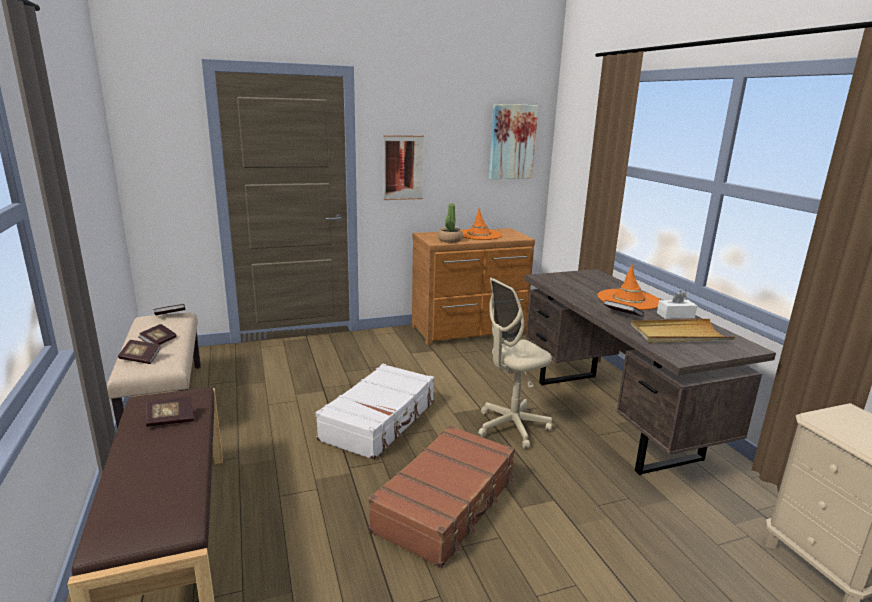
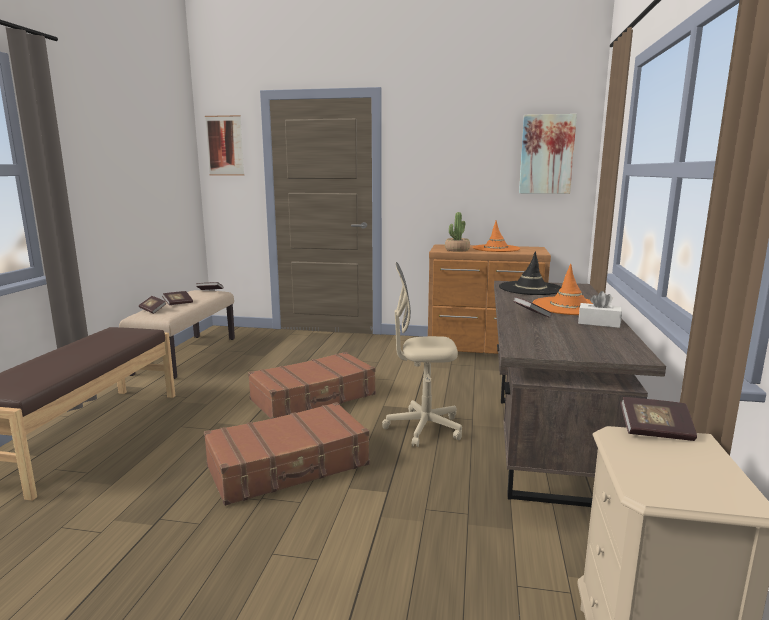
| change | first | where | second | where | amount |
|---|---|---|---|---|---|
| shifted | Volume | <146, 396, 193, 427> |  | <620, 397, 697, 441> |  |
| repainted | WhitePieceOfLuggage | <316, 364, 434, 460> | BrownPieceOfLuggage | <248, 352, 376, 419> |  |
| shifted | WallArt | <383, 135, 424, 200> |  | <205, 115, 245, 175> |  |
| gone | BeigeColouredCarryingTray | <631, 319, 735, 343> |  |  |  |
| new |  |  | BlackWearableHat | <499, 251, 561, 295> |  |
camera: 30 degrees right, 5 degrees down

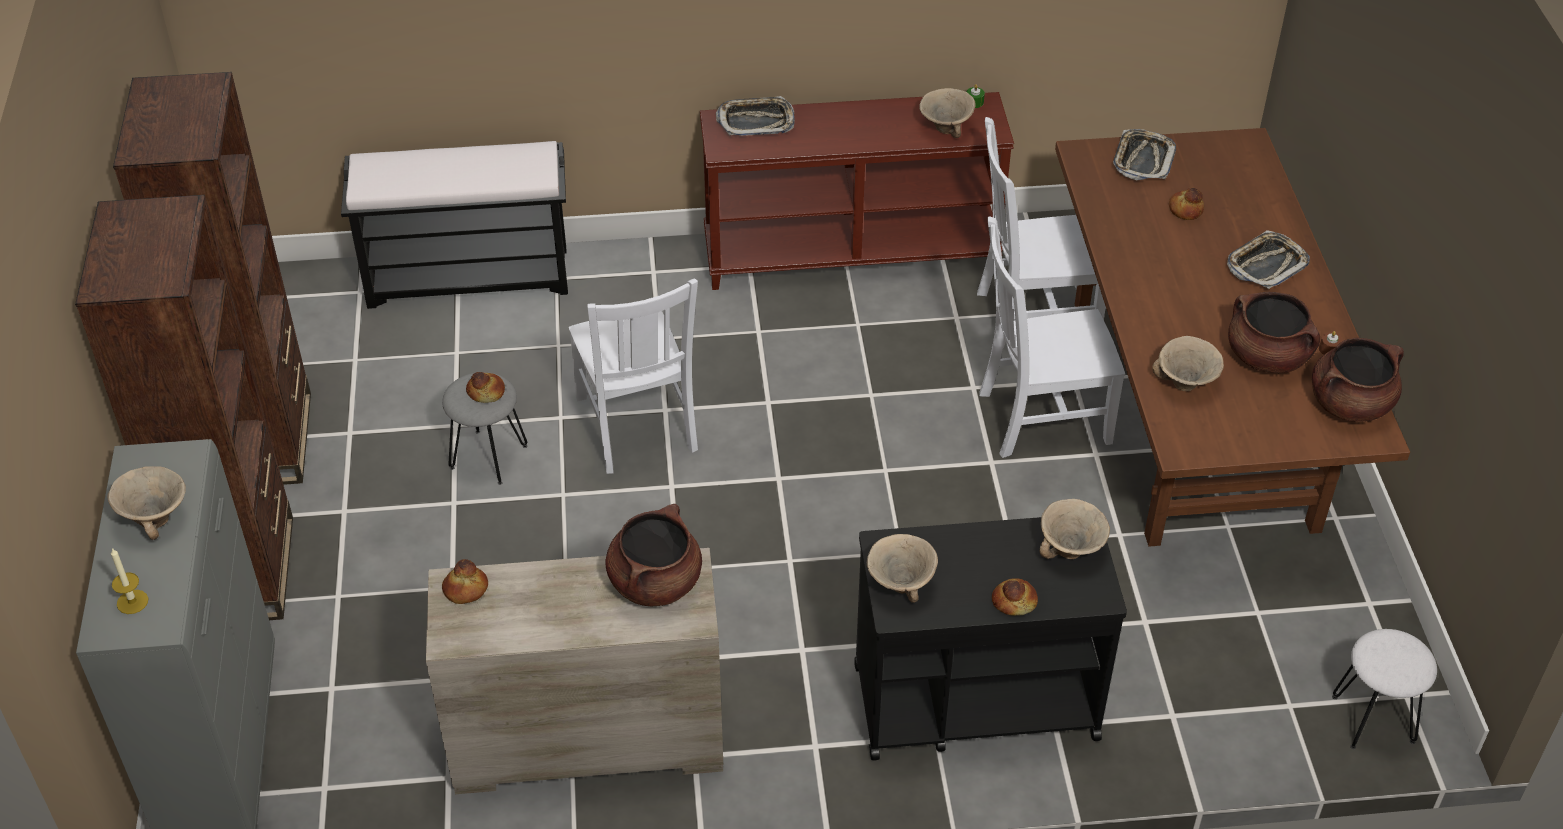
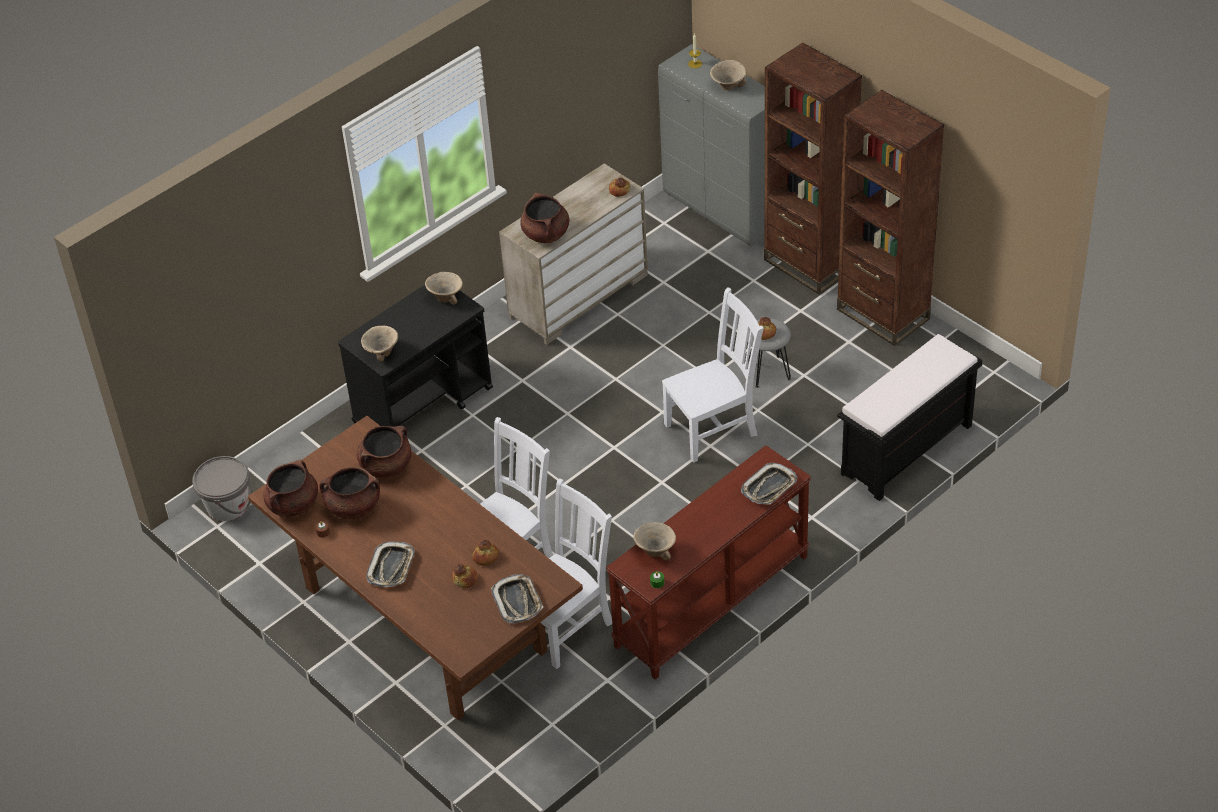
| change | first | where | second | where | amount |
|---|---|---|---|---|---|
| rotated | WhitePlainChair | <568, 279, 698, 474> |  | <662, 287, 764, 462> | 120 degrees clockwise |
| shifted | BakeryBread | <992, 578, 1038, 616> |  | <472, 540, 498, 566> |  |
| swapped | BeigeColouredBowl | <1152, 336, 1224, 391> | BrownStockpot | <357, 426, 412, 479> |  |
| swapped | WhiteStool | <1332, 629, 1437, 749> | GreyishWaterBucket | <192, 456, 251, 521> |  |
camera: 145 degrees right, 0 degrees up

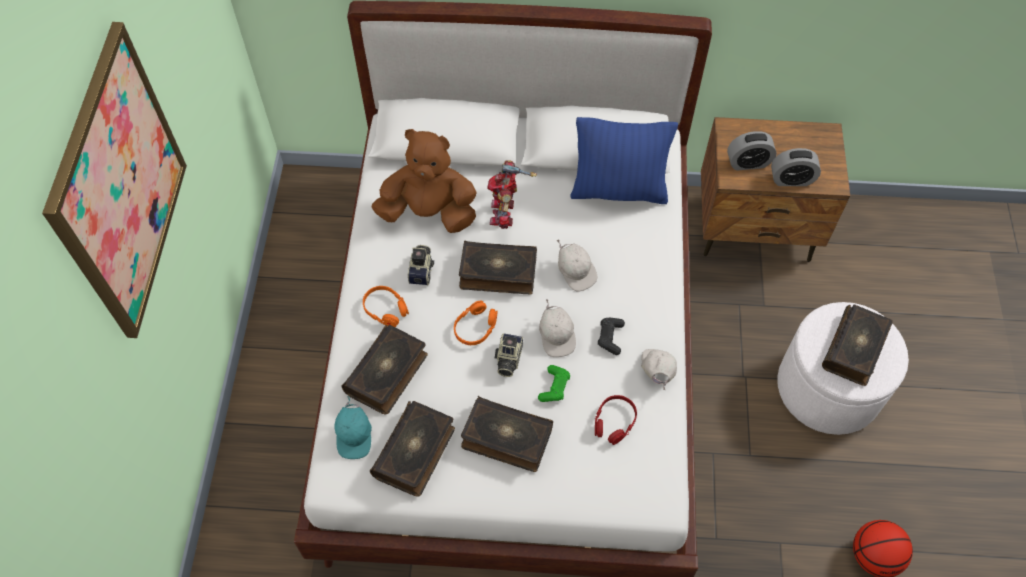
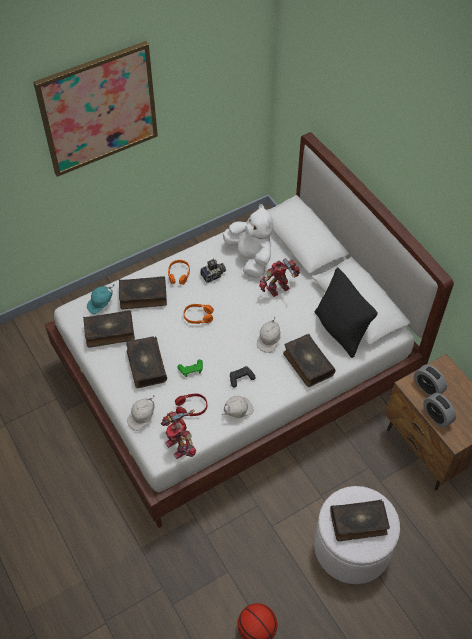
| change | first | where | second | where | amount |
|---|---|---|---|---|---|
| repainted | BrownSoftToy | <371, 129, 477, 233> | WhiteSoftToy | <223, 203, 274, 278> |  |
| shifted | Volume | <459, 241, 537, 294> |  | <283, 334, 336, 387> |  |
| gone | PhotoCamera | <495, 333, 523, 377> |  |  |  |
| shifted | WhiteBaseballCap | <539, 299, 576, 357> |  | <127, 395, 154, 431> |  |
| repainted | BlueColouredPillow | <570, 117, 678, 204> | BlackPillow | <314, 268, 378, 358> |  |
| new |  |  | RobotFigure | <161, 410, 196, 459> |  |
camera: 55 degrees right, 5 degrees down

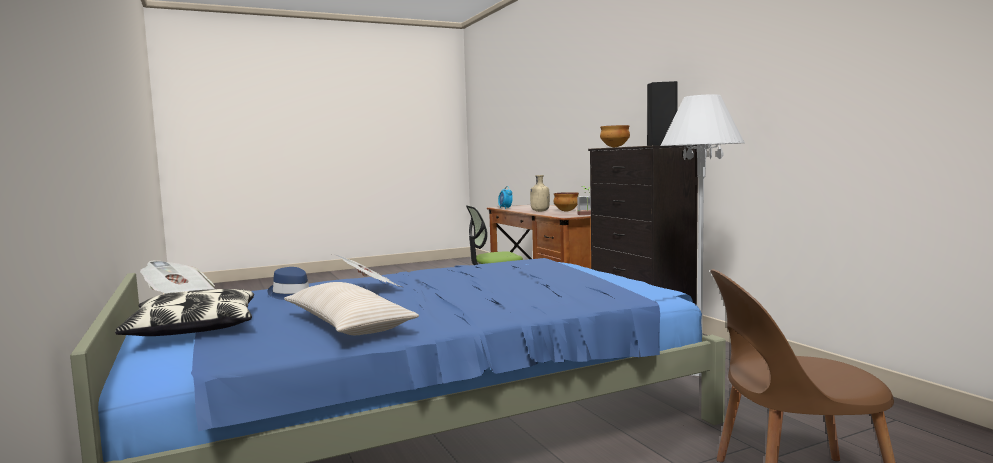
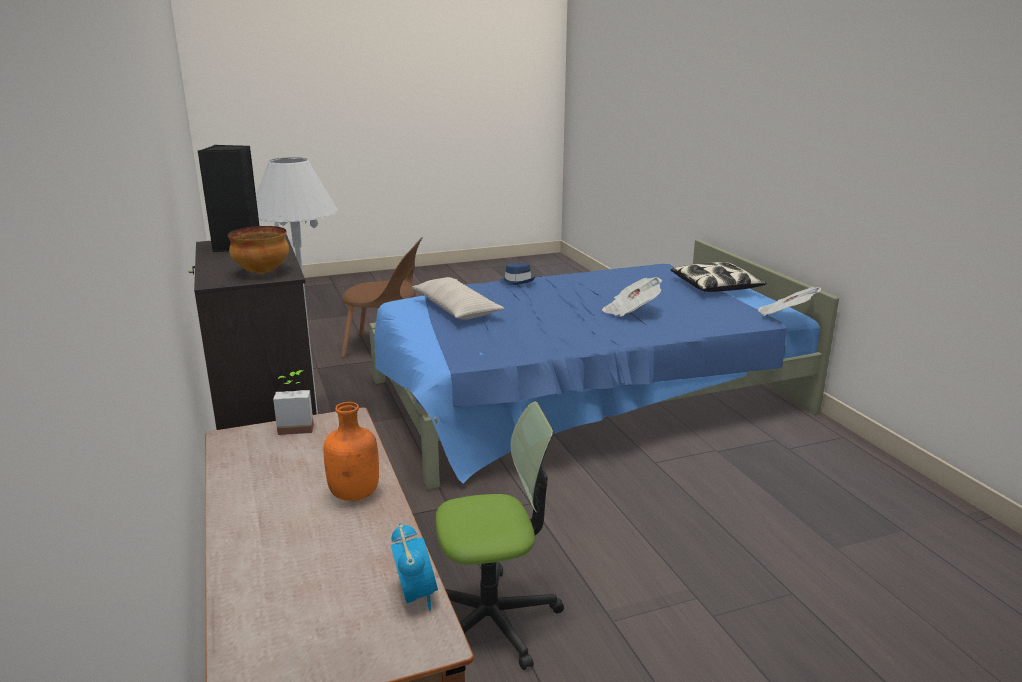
| change | first | where | second | where | amount |
|---|---|---|---|---|---|
| shifted | BlueColouredWearableHat | <267, 267, 309, 300> |  | <500, 263, 535, 285> |  |
| shifted | BeigeColouredPillow | <284, 282, 419, 335> |  | <412, 277, 504, 320> |  |
| repainted | BeigeColouredDrinkBottle | <530, 175, 550, 212> | OrangeDrinkBottle | <324, 402, 379, 501> |  |
| gone | Bowl | <554, 192, 579, 212> |  |  |  |
camera: 175 degrees left, 15 degrees up

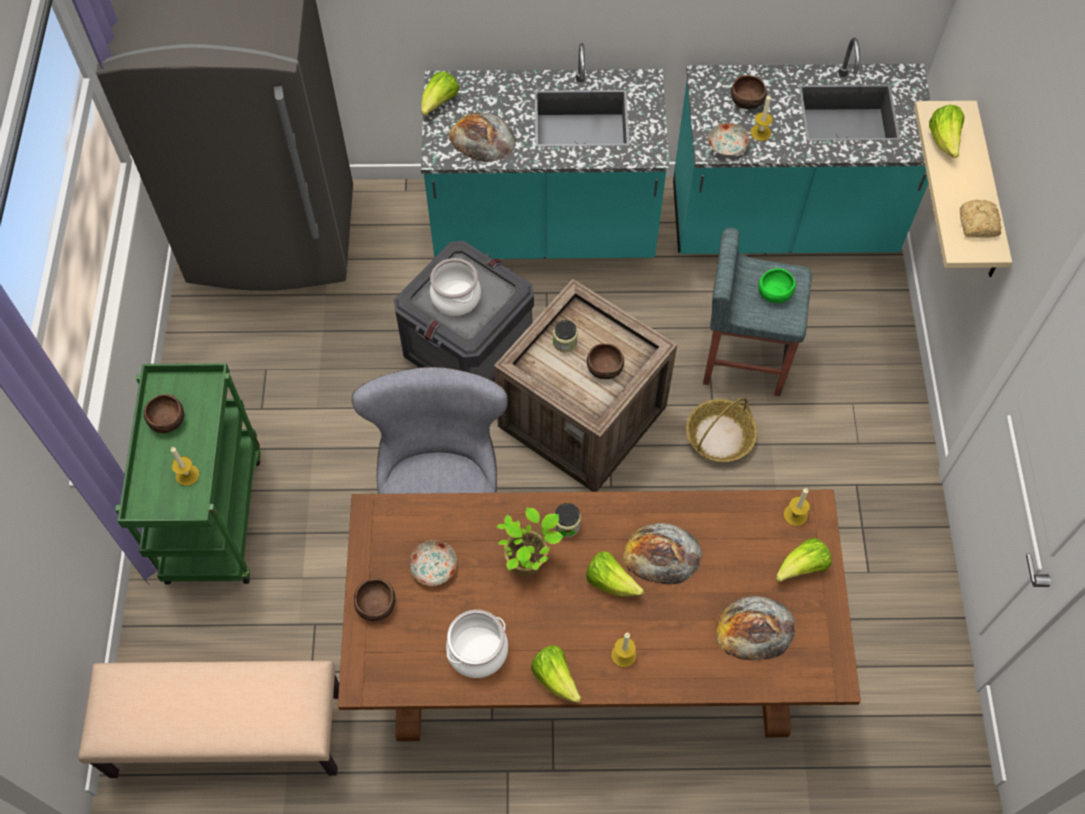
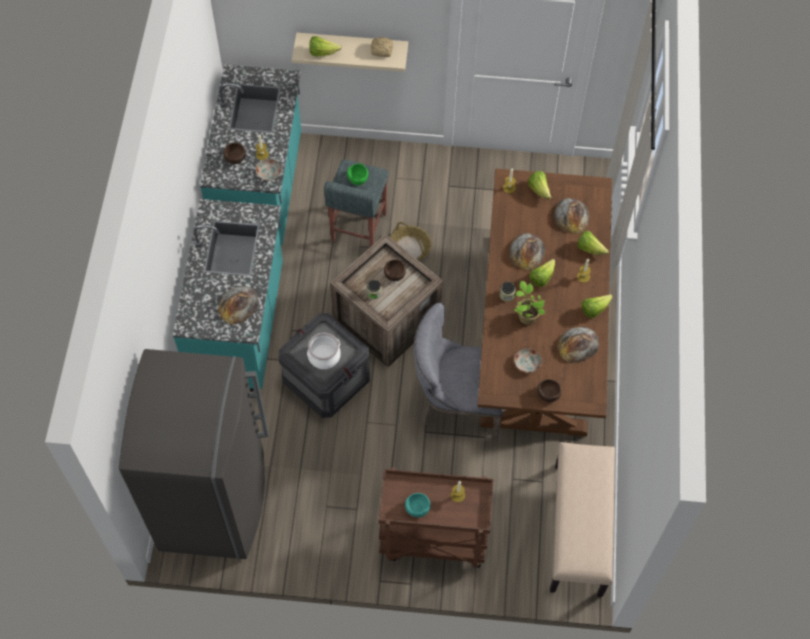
| change | first | where | second | where | amount |
|---|---|---|---|---|---|
| repainted | GreenishTrolley | <115, 363, 260, 584> | BrownTrolley | <379, 468, 494, 568> |  |
| repainted | BrownBowl | <144, 394, 184, 433> | TurquoiseBowl | <405, 493, 430, 518> |  |
| shifted | LettuceHead | <421, 71, 459, 116> |  | <577, 231, 609, 255> |  |
| swapped | Stockpot | <446, 610, 508, 678> | BakeryBread | <557, 327, 599, 363> |  |
camera: 85 degrees left, 0 degrees up

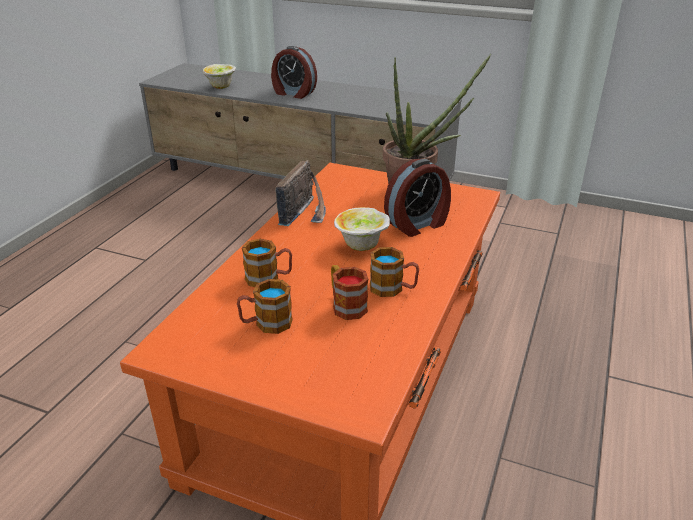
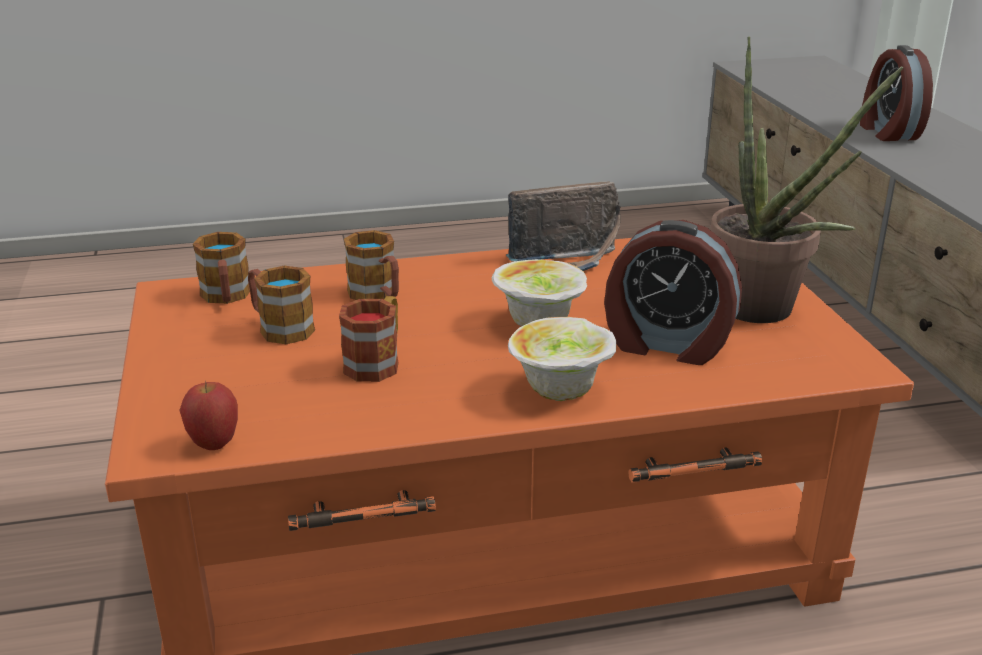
| change | first | where | second | where | amount |
|---|---|---|---|---|---|
| shifted | Bowl | <203, 64, 236, 89> |  | <508, 317, 616, 401> |  |
| shifted | TeaMug | <370, 247, 419, 297> |  | <193, 232, 250, 304> |  |
| new |  |  | Apple | <179, 382, 238, 450> |  |
camera: 55 degrees right, 5 degrees down

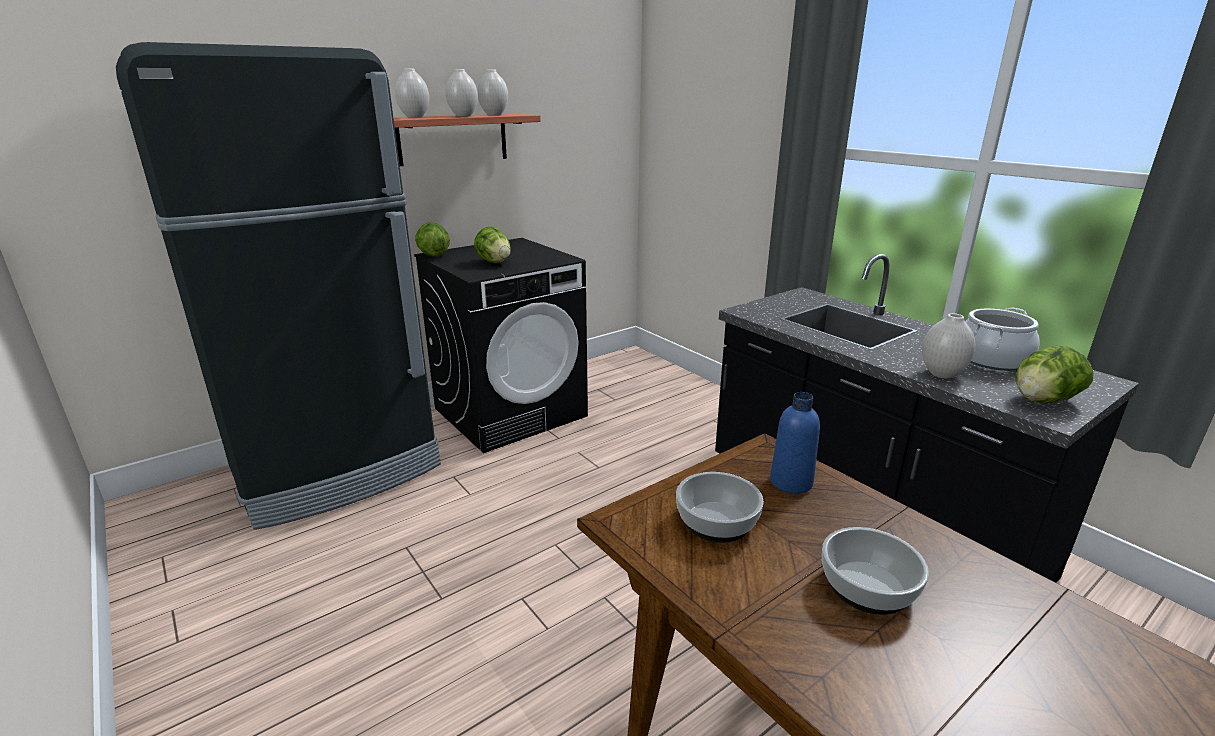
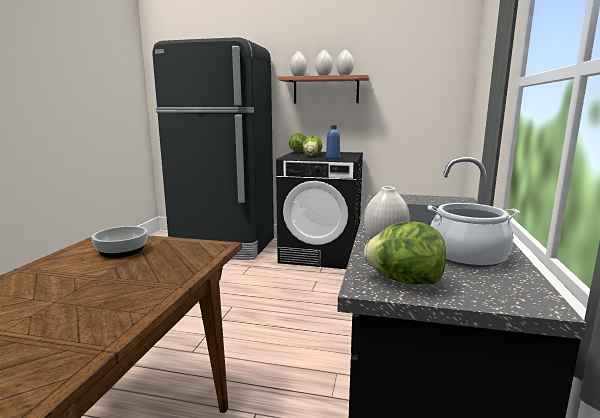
| change | first | where | second | where | amount |
|---|---|---|---|---|---|
| shifted | BlueColouredDrinkBottle | <770, 392, 820, 494> |  | <326, 125, 340, 159> |  |
| gone | Bowl | <822, 527, 929, 615> |  |  |  |
camera: 50 degrees right, 10 degrees down

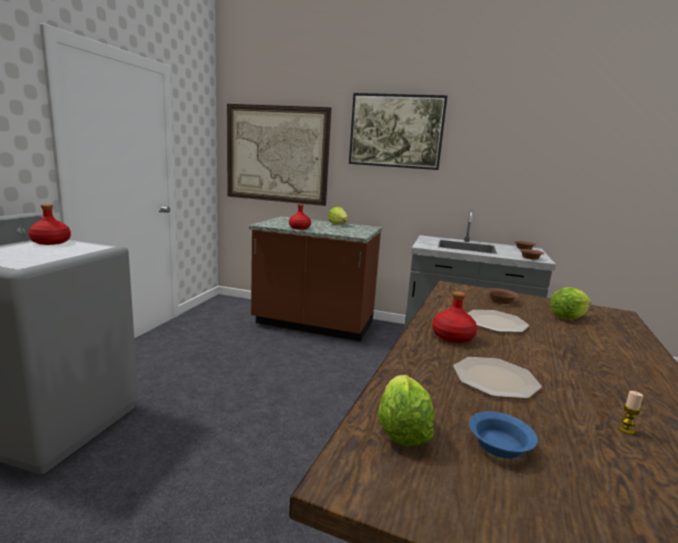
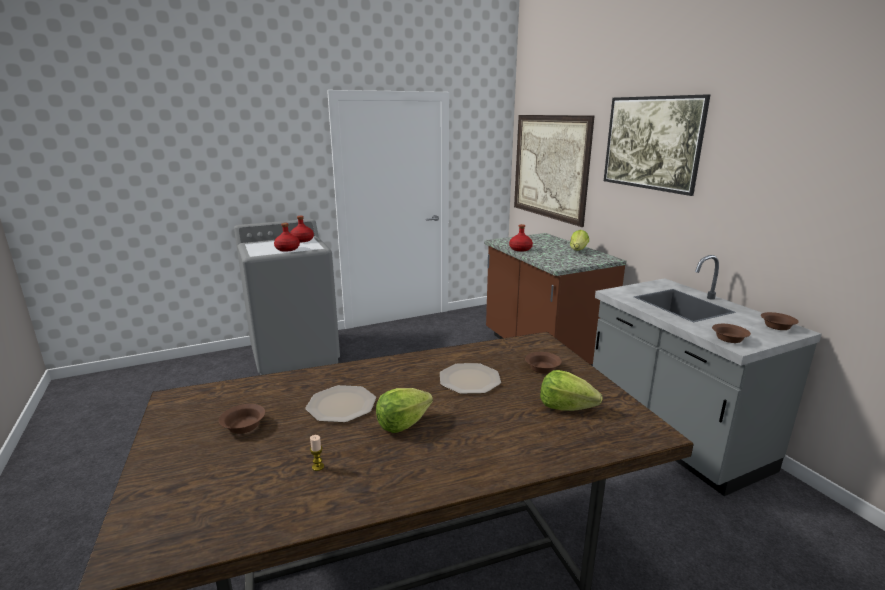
| change | first | where | second | where | amount |
|---|---|---|---|---|---|
| shifted | LettuceHead | <378, 375, 434, 446> |  | <376, 388, 433, 433> |  |
| shifted | RedColouredDrinkBottle | <432, 291, 477, 343> |  | <274, 223, 300, 252> |  |
| repainted | BlueColouredBowl | <469, 411, 538, 459> | BrownBowl | <219, 404, 265, 434> |  |
camera: 50 degrees right, 5 degrees up

